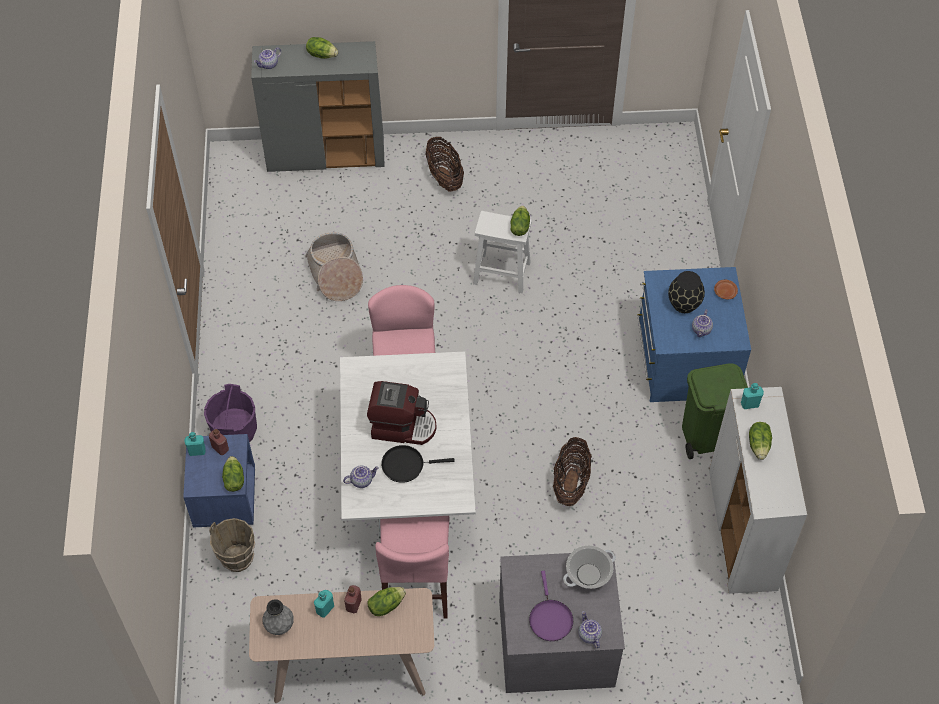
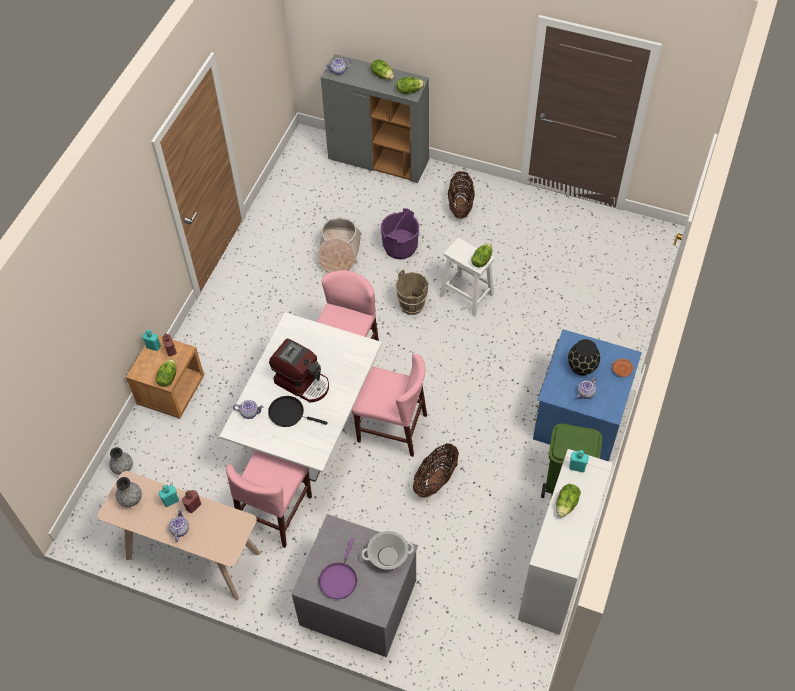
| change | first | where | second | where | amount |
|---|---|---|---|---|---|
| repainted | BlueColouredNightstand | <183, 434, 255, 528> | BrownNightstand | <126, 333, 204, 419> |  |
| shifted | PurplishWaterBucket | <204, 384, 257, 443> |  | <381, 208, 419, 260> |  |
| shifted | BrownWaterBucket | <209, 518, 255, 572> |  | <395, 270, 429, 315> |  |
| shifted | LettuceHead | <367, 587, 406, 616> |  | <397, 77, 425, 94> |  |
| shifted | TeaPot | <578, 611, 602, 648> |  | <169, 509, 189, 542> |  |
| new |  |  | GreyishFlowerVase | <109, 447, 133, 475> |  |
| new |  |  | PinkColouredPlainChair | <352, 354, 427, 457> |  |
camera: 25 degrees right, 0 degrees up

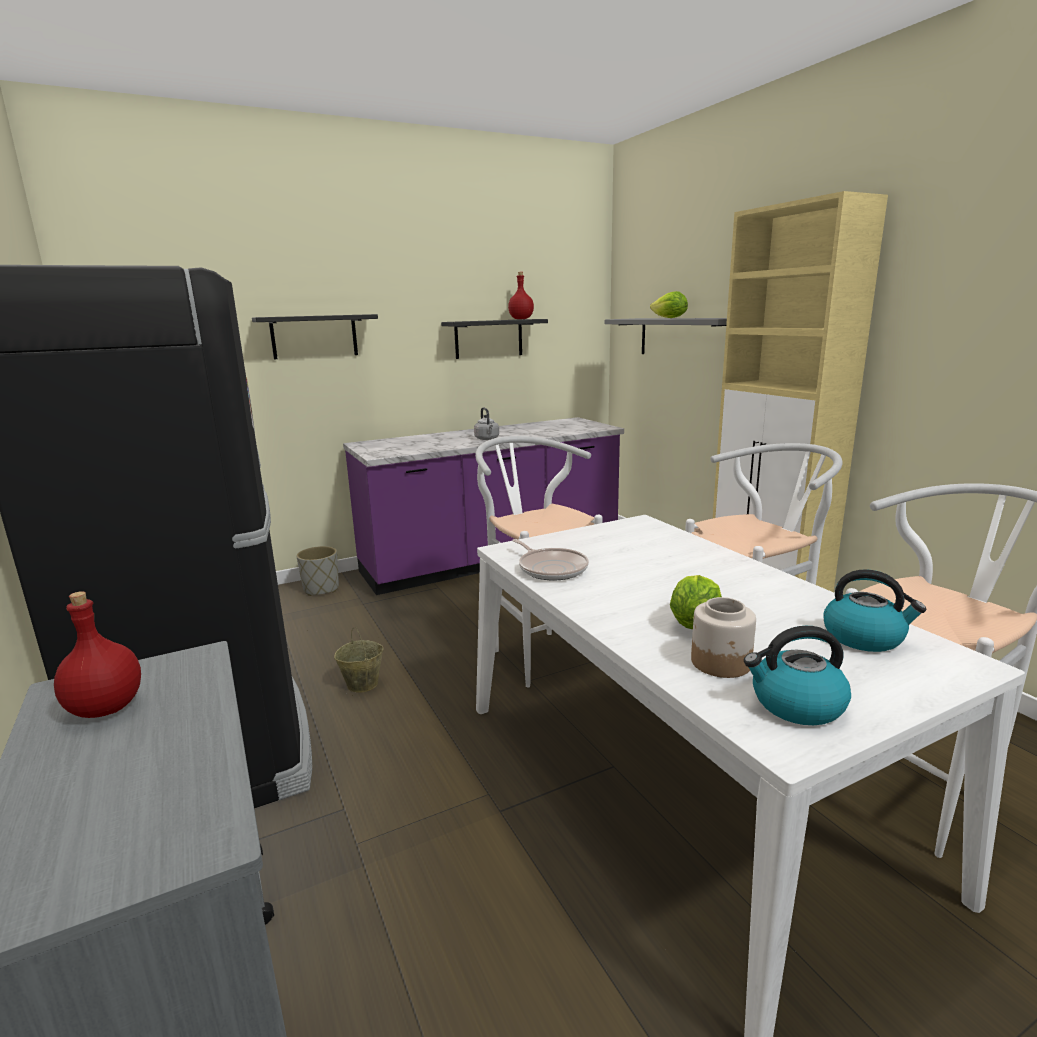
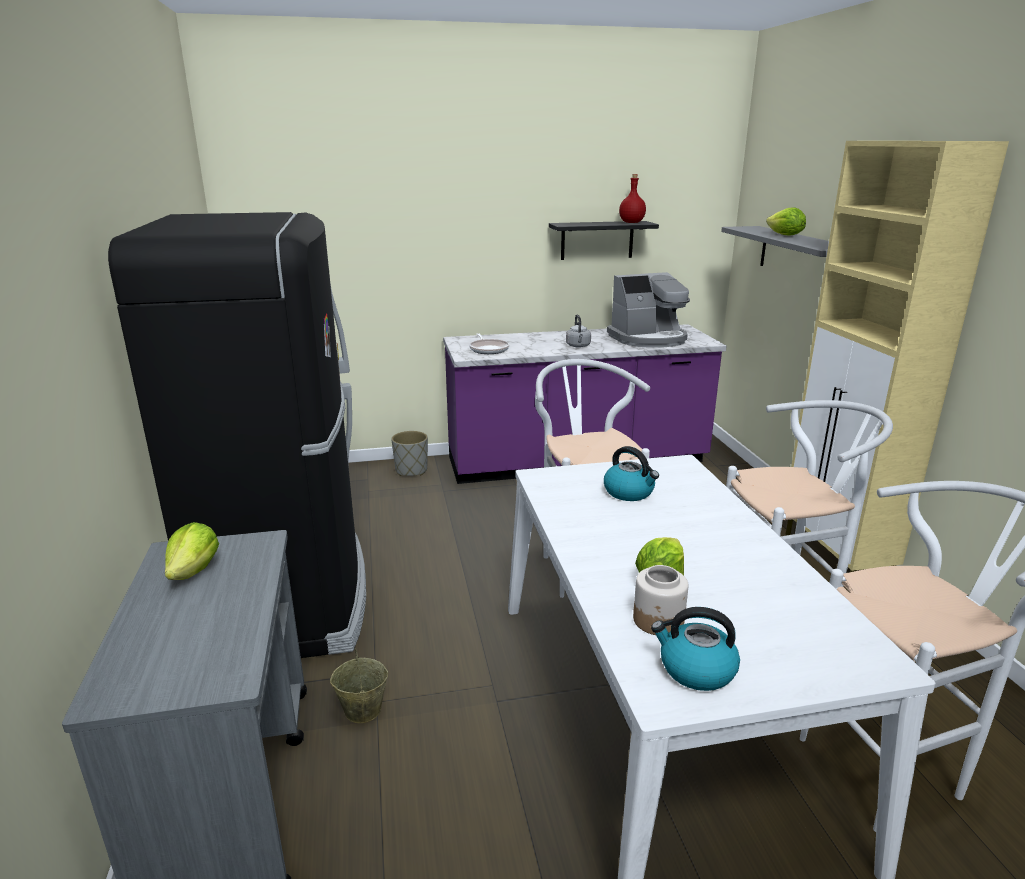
| change | first | where | second | where | amount |
|---|---|---|---|---|---|
| swapped | RedColouredDrinkBottle | <54, 591, 141, 718> | LettuceHead | <165, 522, 219, 580> |  |
| gone | BlackWallShelf | <252, 314, 378, 359> |  |  |  |
| shifted | BeigeColouredWaterBucket | <334, 627, 384, 693> |  | <330, 648, 388, 723> |  |
| shifted | Skillet | <512, 539, 589, 580> |  | <469, 333, 509, 354> |  |
| shifted | TeaKettle | <823, 569, 927, 652> |  | <604, 446, 659, 501> |  |
| new |  |  | CoffeeMachine | <607, 272, 690, 348> |  |
camera: 15 degrees right, 5 degrees up

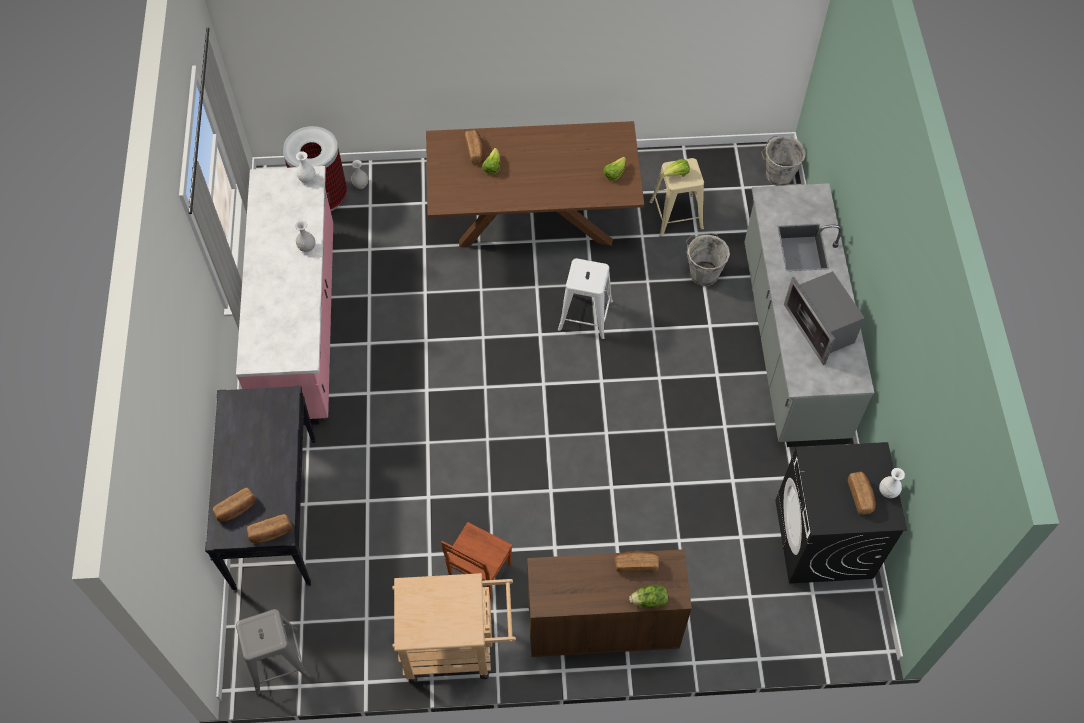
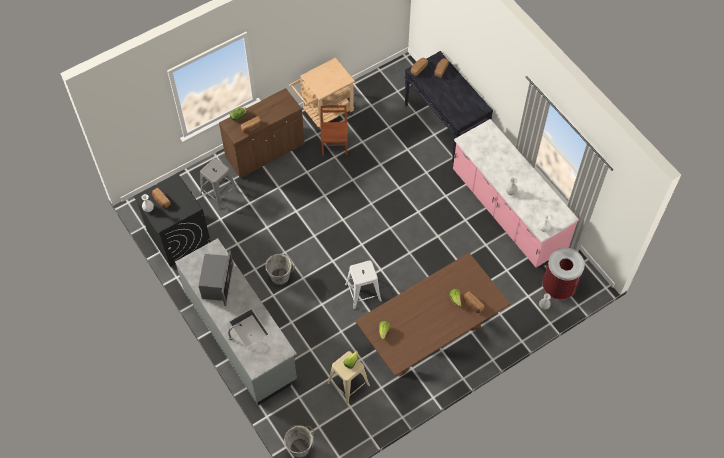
| change | first | where | second | where | amount |
|---|---|---|---|---|---|
| shifted | GreyishStool | <236, 609, 310, 695> |  | <200, 158, 239, 210> |  |
| shifted | GreyishWaterBucket | <685, 233, 730, 286> |  | <265, 254, 295, 285> |  |
| rotated | Microwave | <784, 271, 865, 365> |  | <199, 250, 233, 306> | 60 degrees clockwise |
camera: 150 degrees right, 0 degrees up

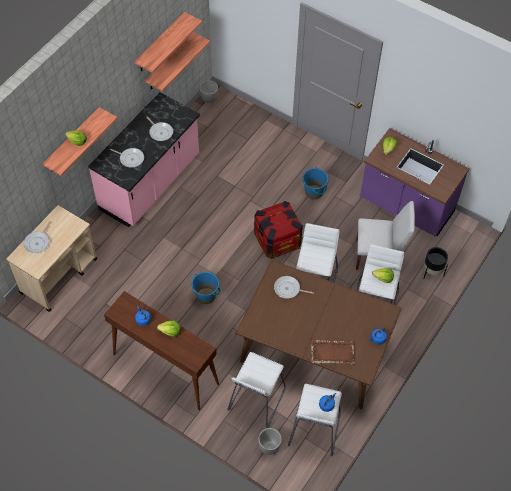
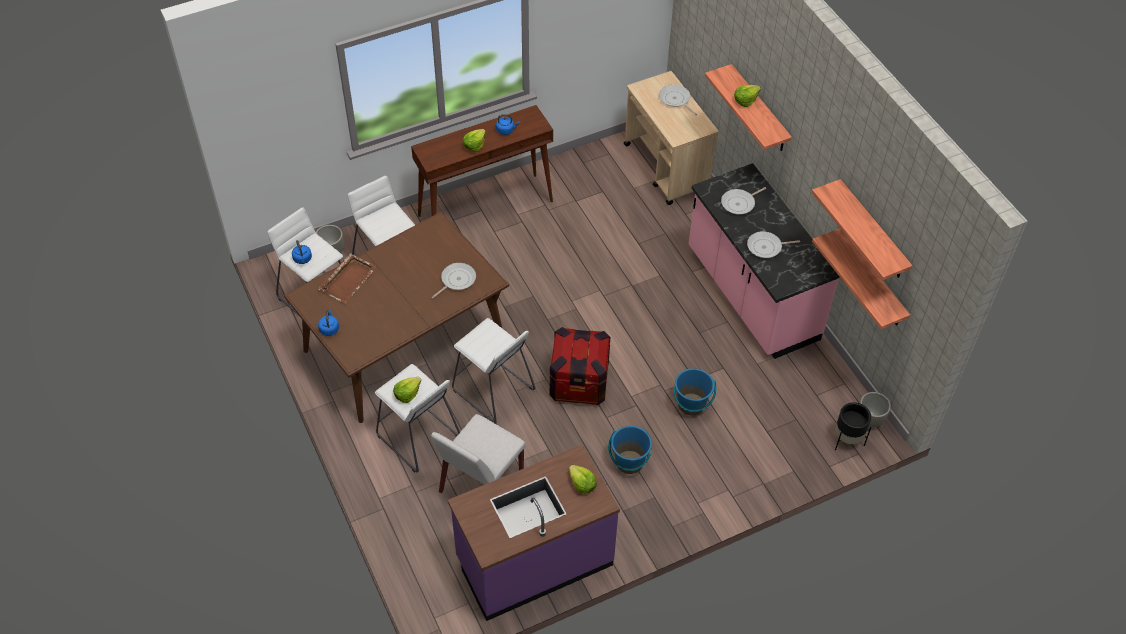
| change | first | where | second | where | amount |
|---|---|---|---|---|---|
| shifted | BlueColouredWaterBucket | <191, 272, 221, 304> |  | <673, 368, 716, 416> |  |
| shifted | BlackPlantPot | <423, 247, 448, 279> |  | <835, 402, 871, 450> |  |
camera: 120 degrees right, 5 degrees down

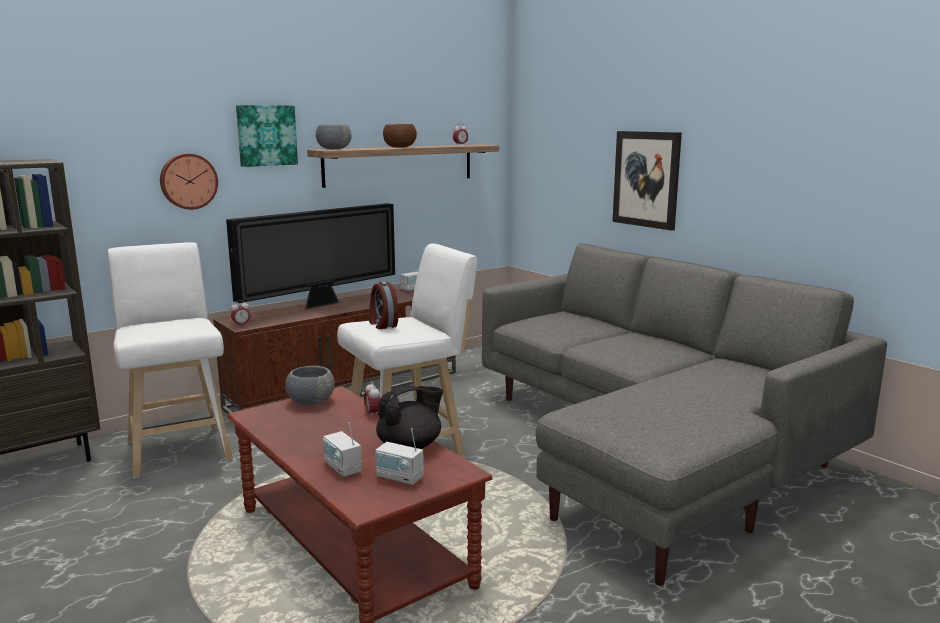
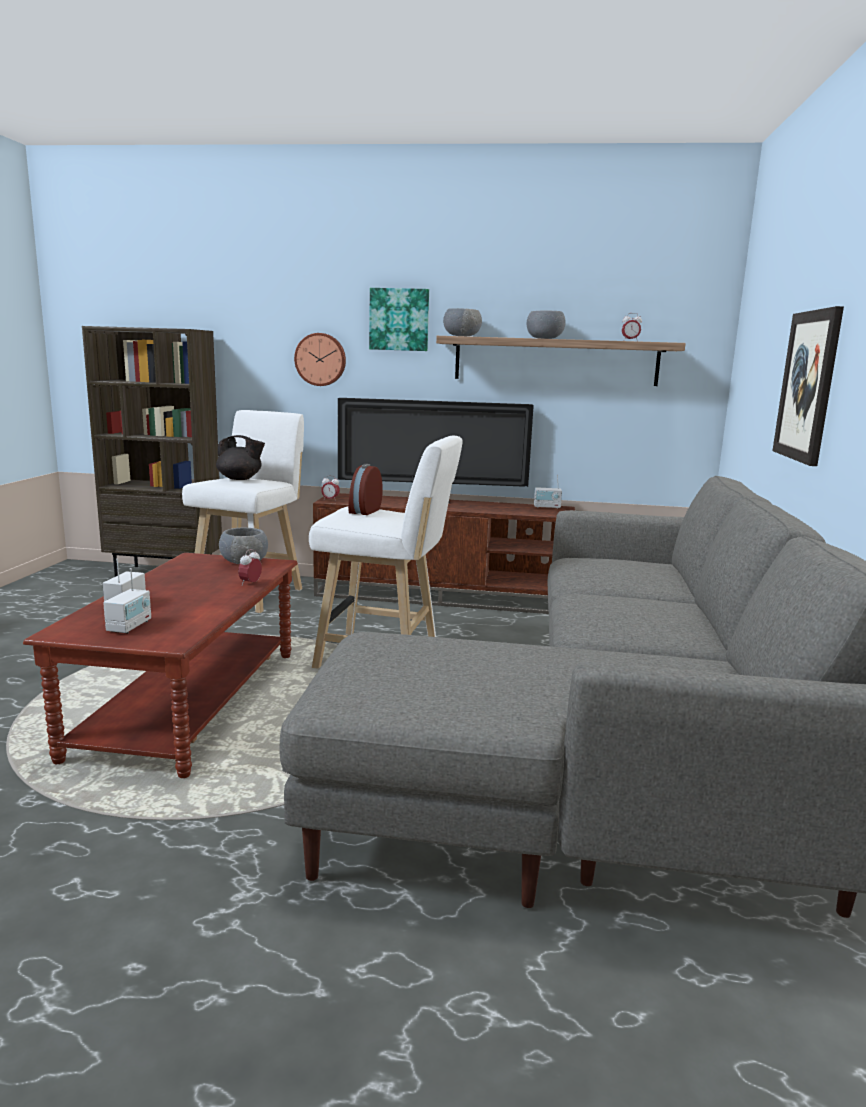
| change | first | where | second | where | amount |
|---|---|---|---|---|---|
| rotated | Radio | <375, 428, 424, 486> |  | <103, 568, 151, 633> | 150 degrees counterclockwise |
| shifted | BlackTeaPot | <376, 385, 443, 449> |  | <216, 435, 265, 480> |  |
| repainted | BrownBowl | <383, 124, 417, 148> | GreyishBowl | <527, 311, 566, 339> |  |
camera: 45 degrees right, 0 degrees up

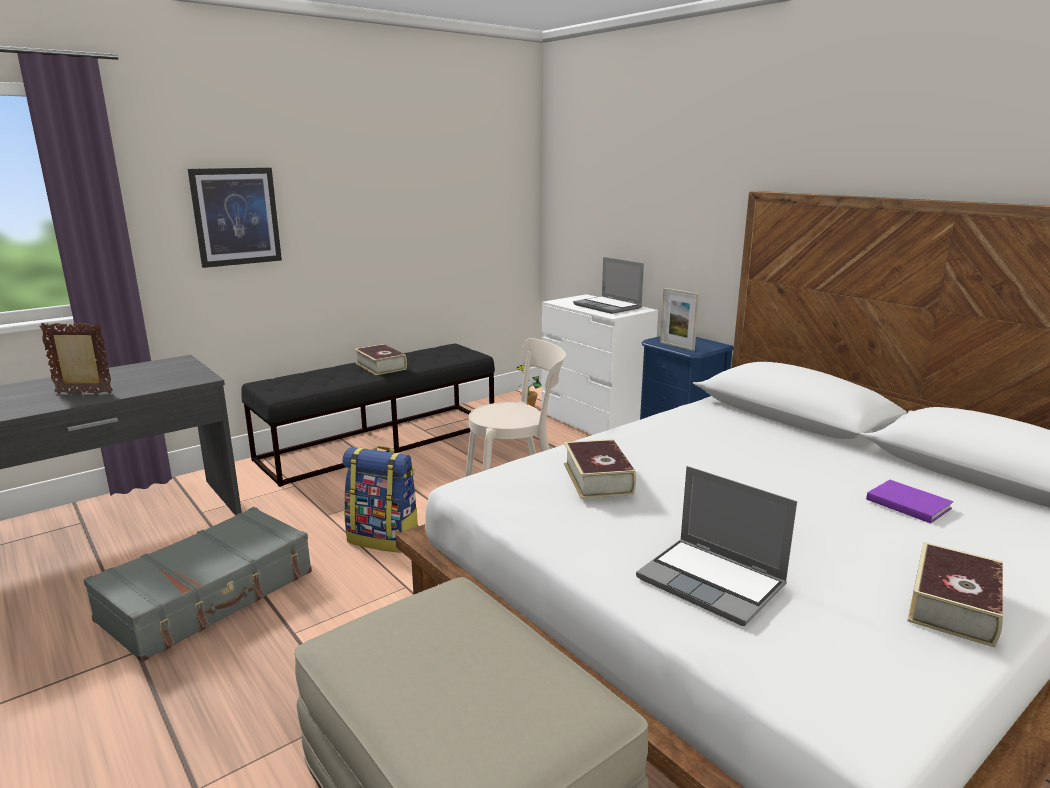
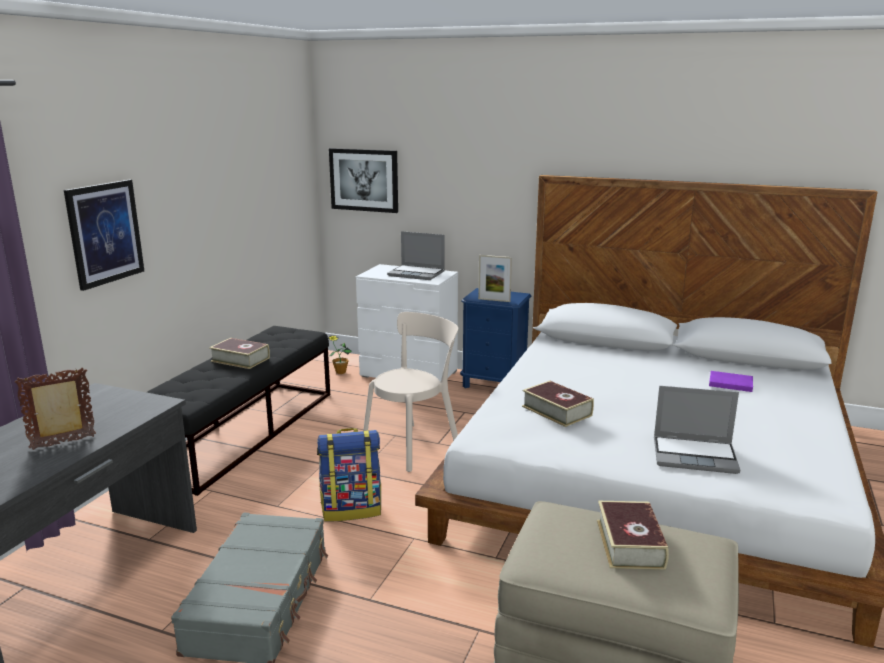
| change | first | where | second | where | amount |
|---|---|---|---|---|---|
| shifted | Volume | <908, 542, 1003, 648> |  | <597, 501, 669, 570> |  |
| new |  |  | WallArt | <329, 148, 398, 213> |  |
camera: 30 degrees left, 0 degrees up

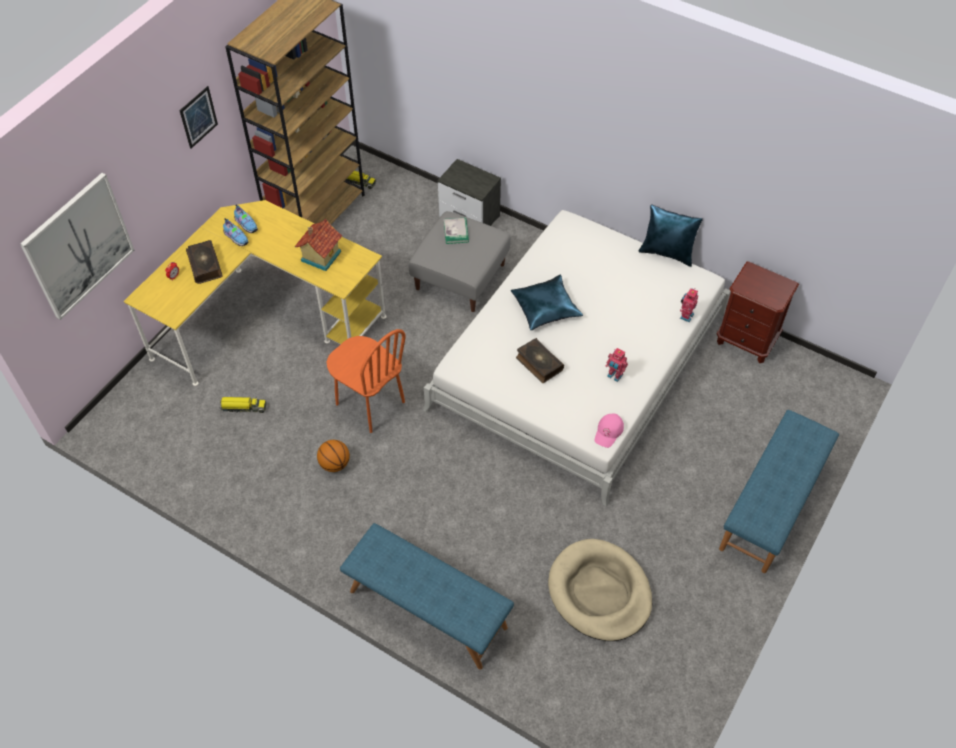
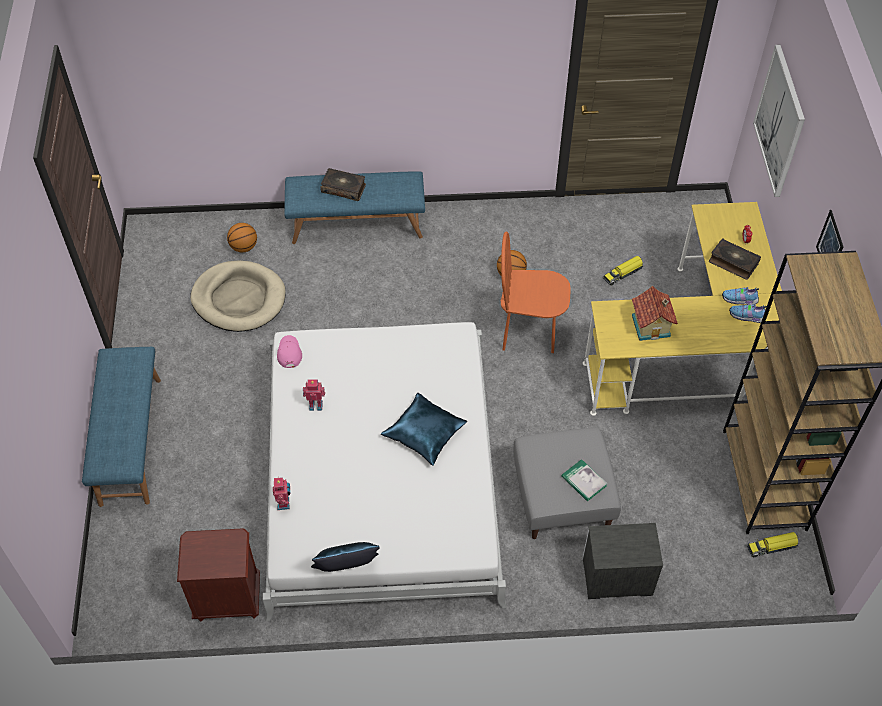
| change | first | where | second | where | amount |
|---|---|---|---|---|---|
| shifted | Volume | <516, 338, 564, 383> |  | <320, 168, 366, 201> |  |
| new |  |  | BallForBasketball | <227, 223, 257, 252> |  |
camera: 145 degrees right, 0 degrees up

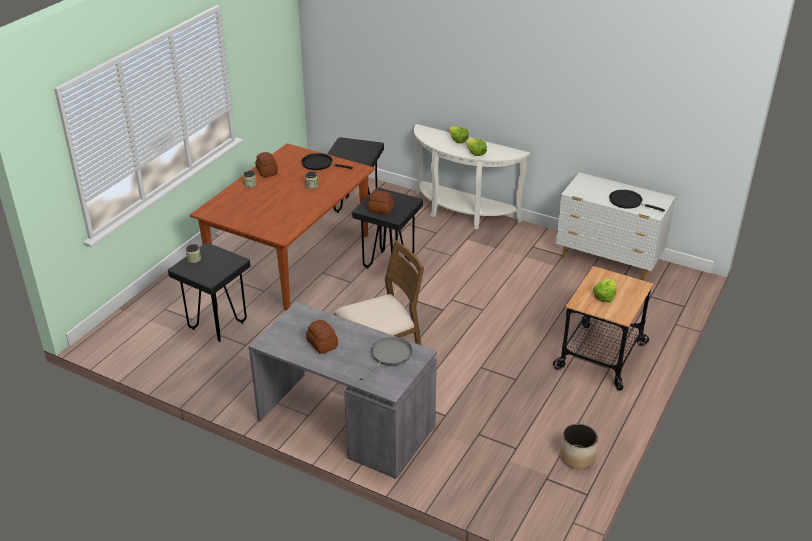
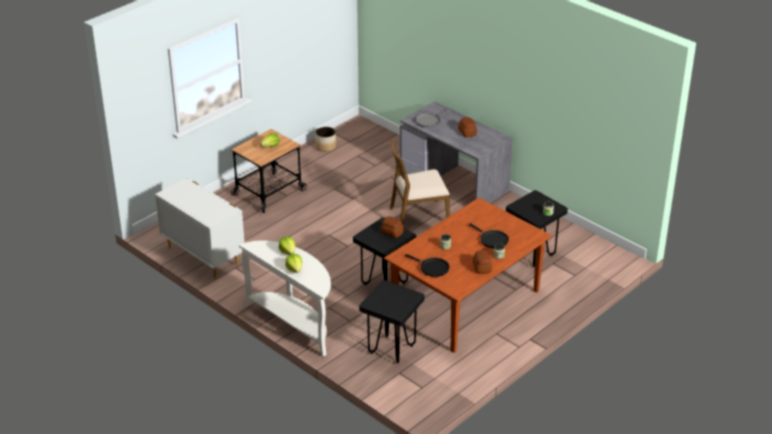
| change | first | where | second | where | amount |
|---|---|---|---|---|---|
| shifted | BlackSkillet | <609, 190, 665, 212> |  | <469, 223, 509, 248> |  |
camera: 165 degrees left, 0 degrees up

